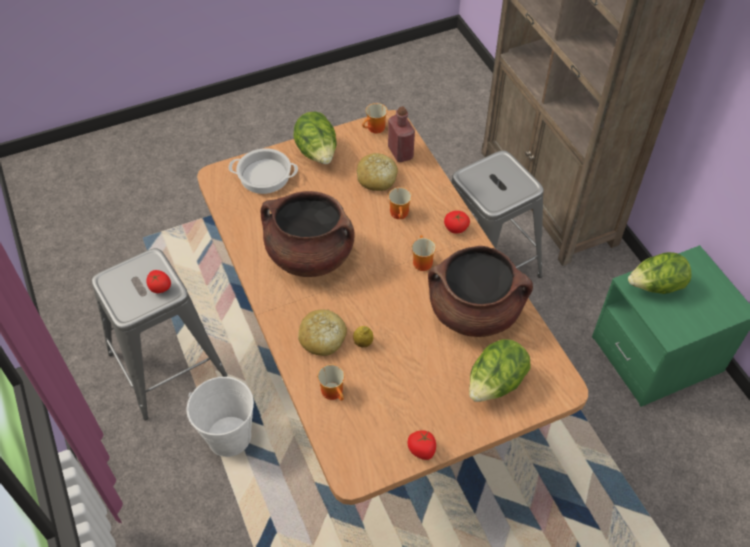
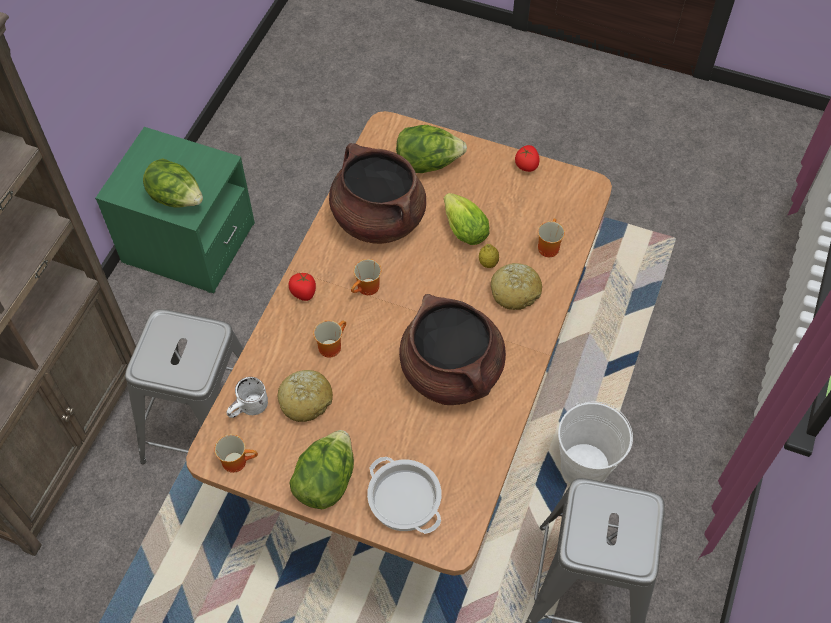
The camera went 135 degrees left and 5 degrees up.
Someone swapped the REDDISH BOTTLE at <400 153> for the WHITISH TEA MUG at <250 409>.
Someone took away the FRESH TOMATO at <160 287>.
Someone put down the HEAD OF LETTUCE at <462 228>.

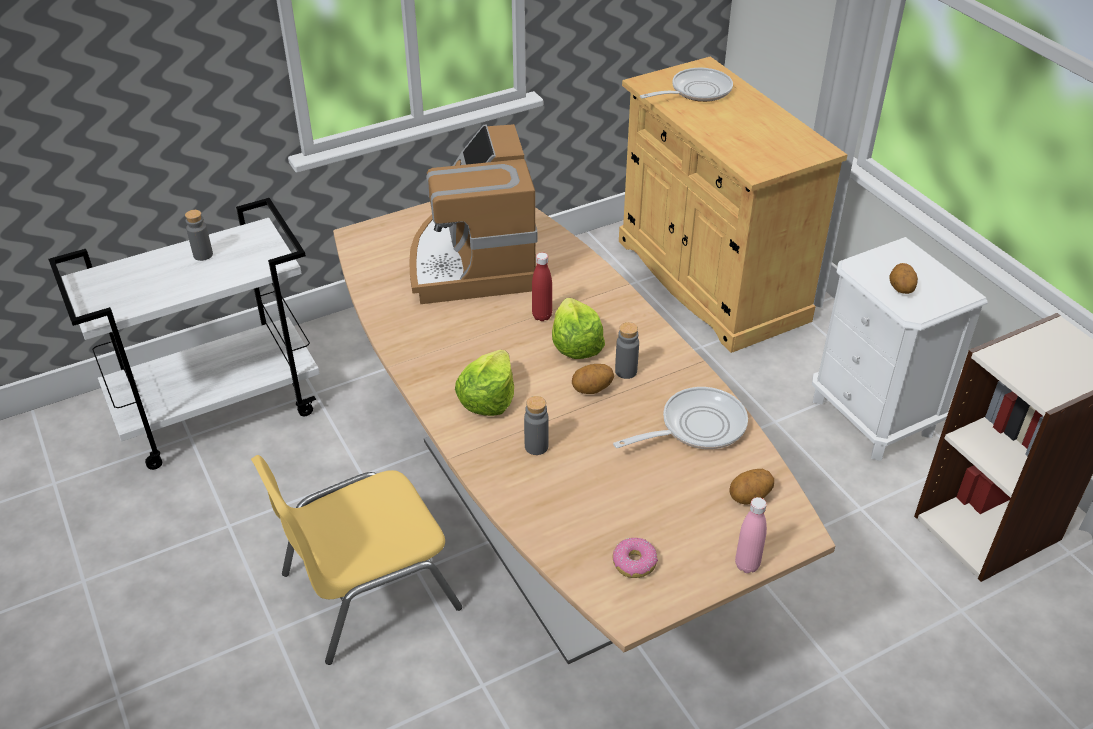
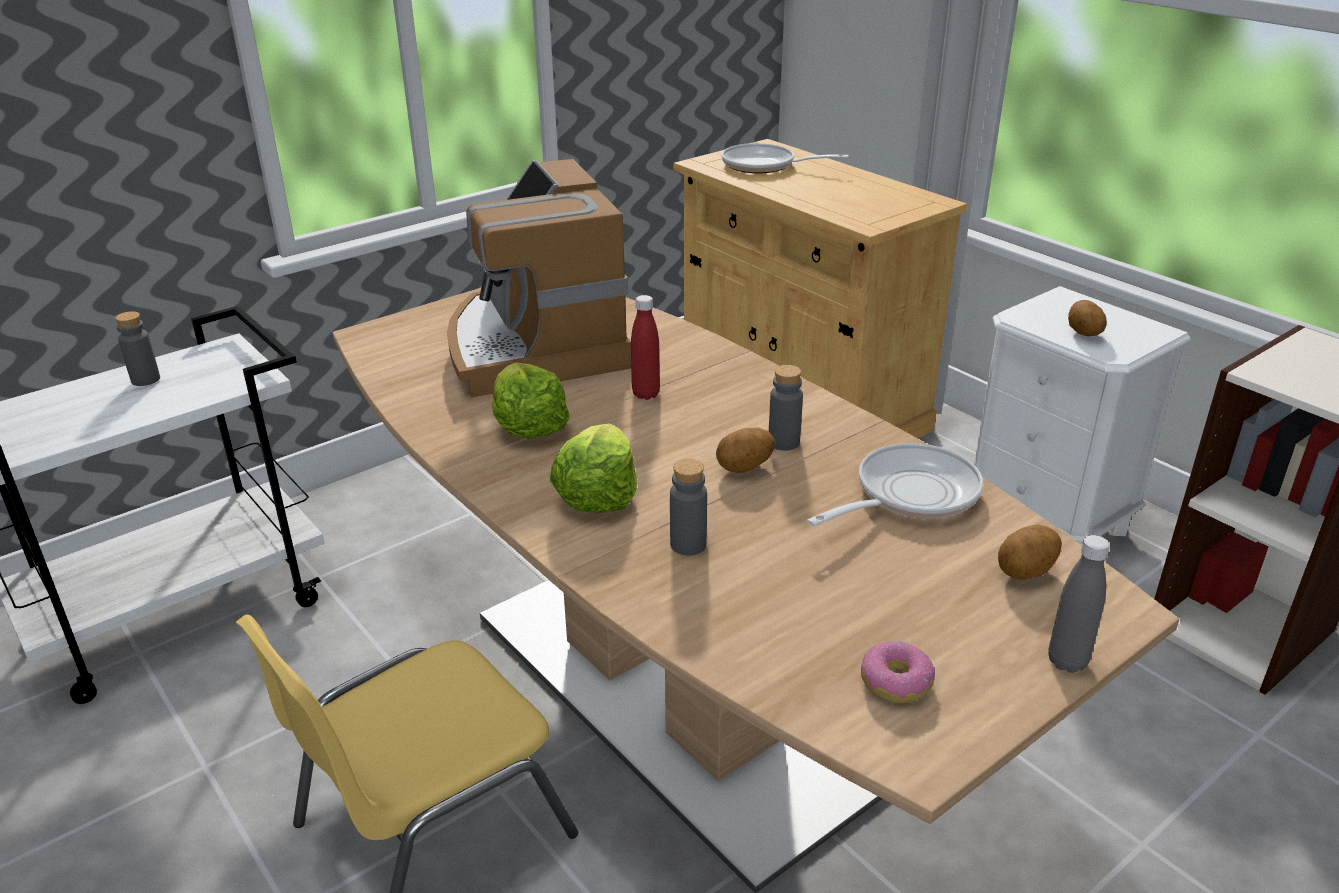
The camera went 10 degrees left and 10 degrees down.
Someone rotated the FRYING PAN at <696 91> by 120 degrees counterclockwise.
Someone carried the HEAD OF LETTUCE from <575 344> to <528 424>.
Someone repainted the PINK BOTTLE at <747 565>, which became the GREY BOTTLE at <1067 661>.

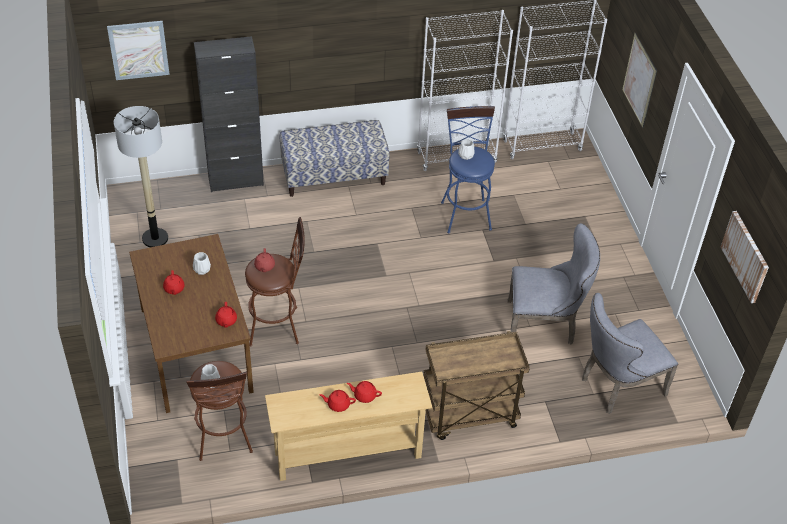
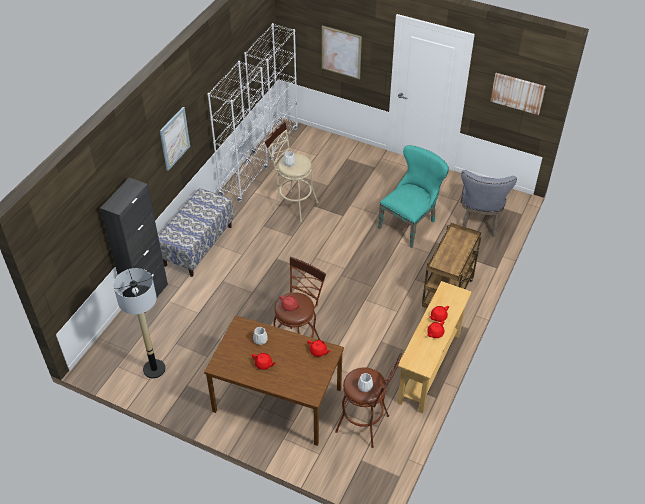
The camera went 50 degrees left and 0 degrees up.
Someone carried the WALL ART from <138 50> to <174 138>.
Someone repainted the BLUE STOOL at <465 212>, which became the SAND-COLOURED STOOL at <292 205>.
Someone repainted the GREY PLAIN CHAIR at <545 324>, which became the TURQUOISE PLAIN CHAIR at <410 223>.

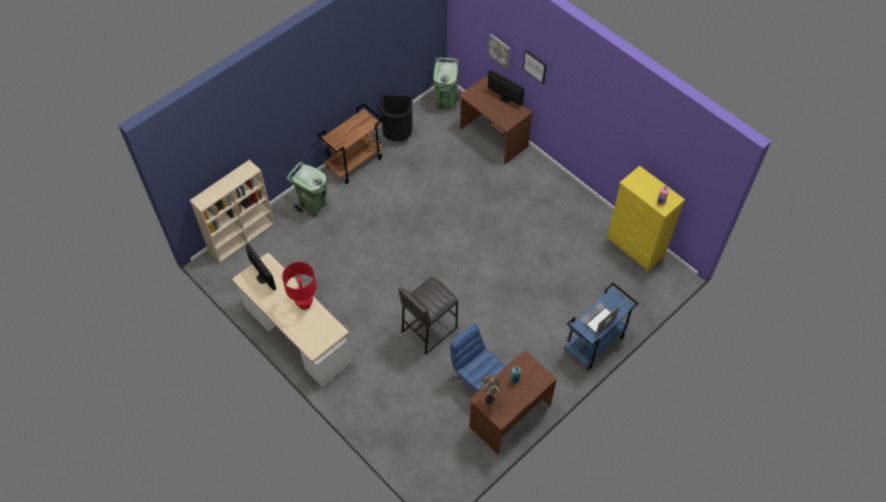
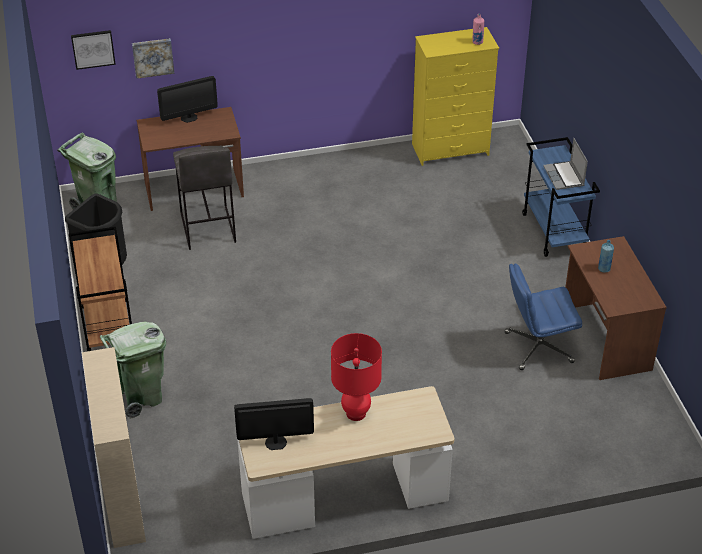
The camera went 60 degrees left and 15 degrees down.
Someone carried the WALL ART from <535 66> to <93 49>.
Someone carried the GREY STOOL from <428 330> to <207 228>.
Someone took away the TABLETOP LAMP at <490 399>.

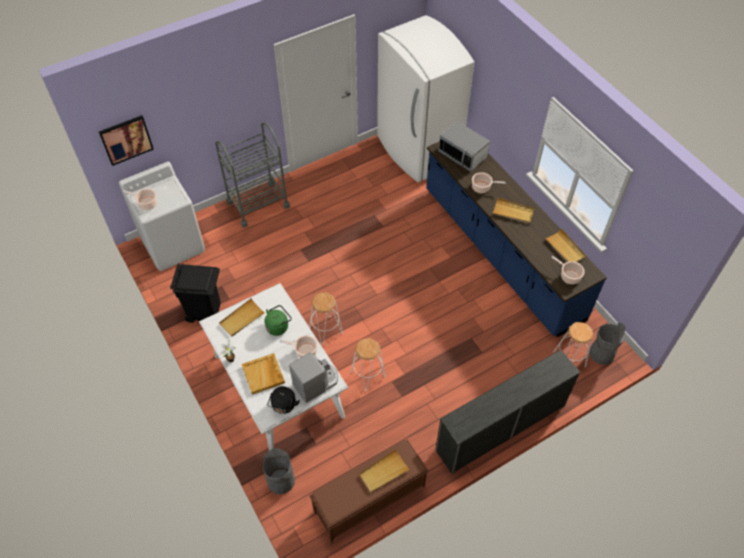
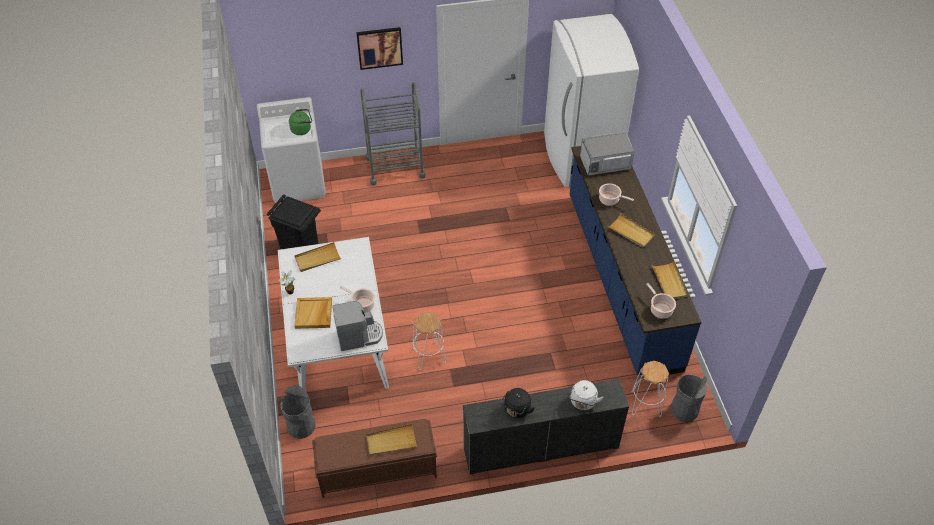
The camera went 20 degrees right and 5 degrees down.
Someone carried the WALL ART from <126 139> to <380 47>.
Someone rotated the KITCHEN MICROWAVE at <462 155> by 105 degrees clockwise.
Someone took away the COOKING POT at <146 203>.
Someone took away the WHITISH STOOL at <326 330>.
Someone carried the GREENISH TEA KETTLE from <278 326> to <302 129>.
Someone carried the BLACK-COLOURED TEA KETTLE from <283 406> to <516 410>.
Someone put down the WHITISH TEA KETTLE at <582 402>.

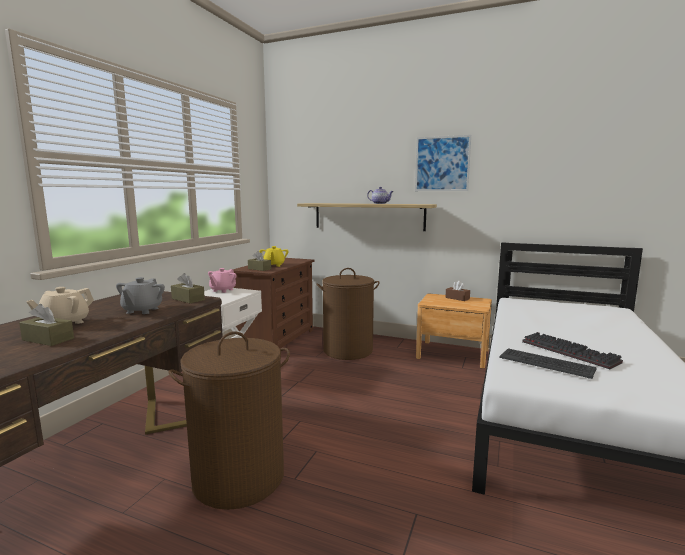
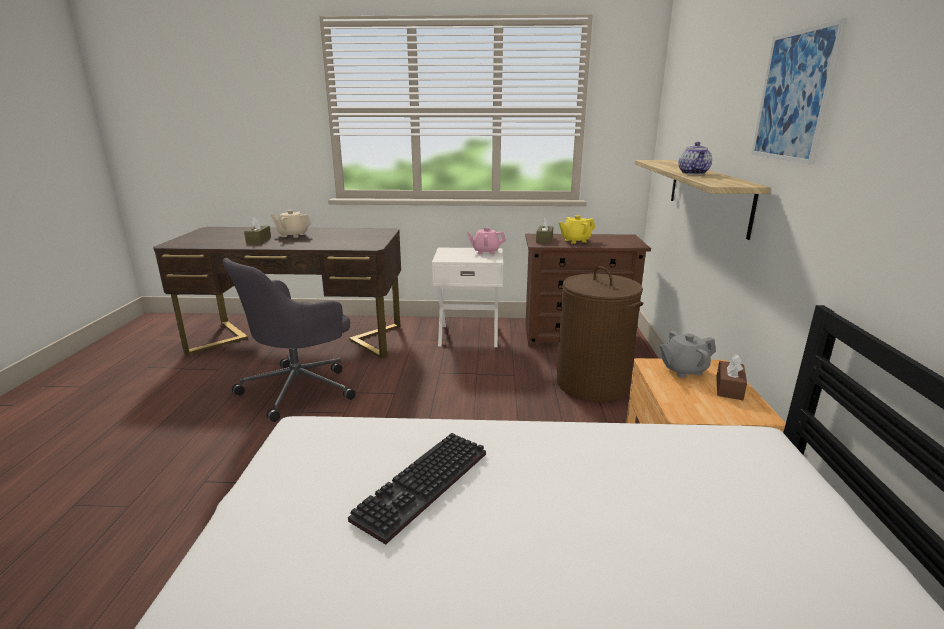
The camera went 70 degrees right and 10 degrees up.
Someone took away the BROWN TISSUE HOLDER at <188 299>.
Someone carried the GREY POT FOR TEA from <142 310> to <683 370>.
Someone swapped the BROWN WASHING BASKET at <238 478> for the GREY COMPUTER CHAIR at <300 388>.
Someone took away the KEYBOARD at <546 363>.

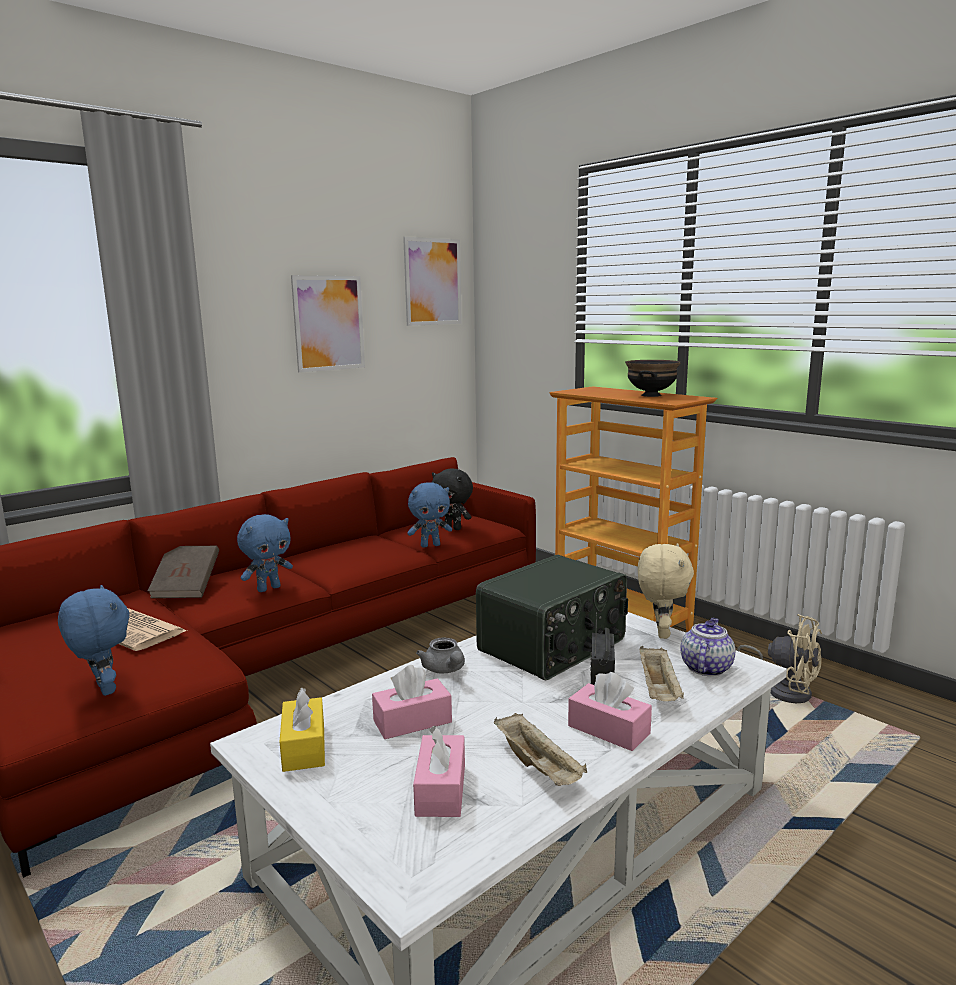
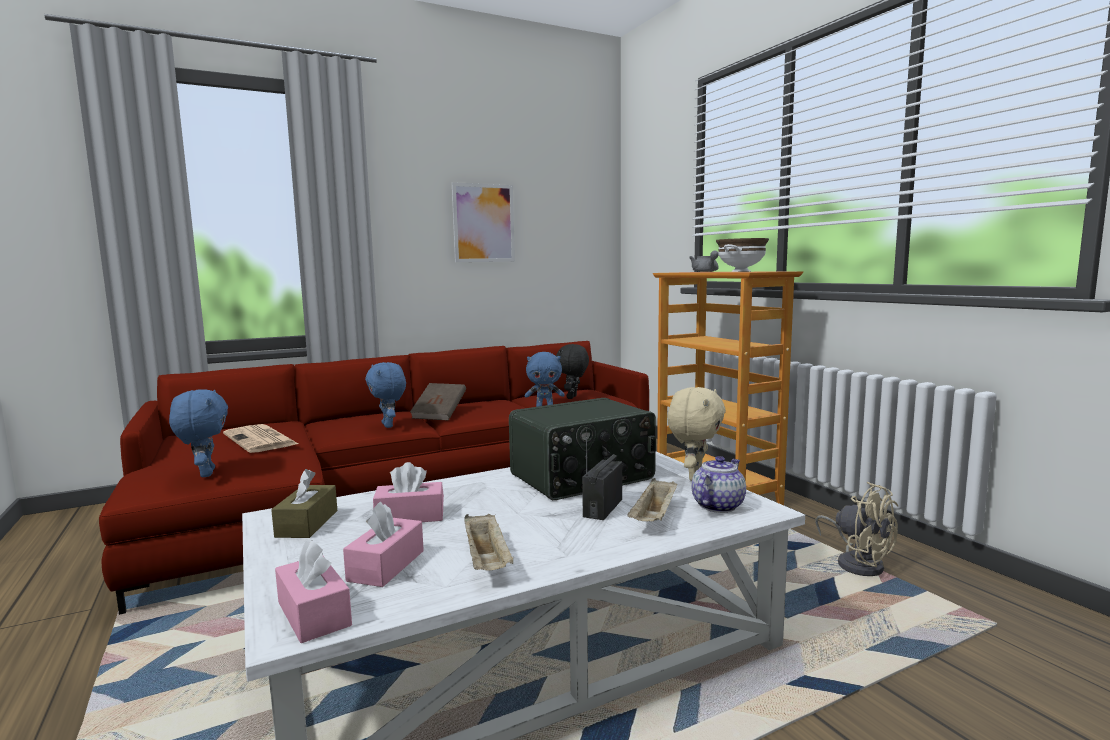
The camera went 15 degrees right and 5 degrees down.
Someone took away the WALL ART at <433 282>.
Someone repainted the BLACK-COLOURED DEEP DISH at <650 395>, which became the WHITISH DEEP DISH at <740 271>.
Someone rotated the BLACK-COLOURED SOFT TOY at <453 528> by 60 degrees clockwise.
Someone rotated the BLUE SOFT TOY at <268 588> by 90 degrees clockwise.
Someone carried the BROWN BOOK from <187 587> to <439 414>.
Someone carried the GREY POT FOR TEA from <445 670> to <706 271>.
Someone carried the PINK TISSUE HOLDER from <608 730> to <314 614>.
Someone repainted the YELLOW TISSUE HOLDER at <304 747>, which became the BROWN TISSUE HOLDER at <307 523>.

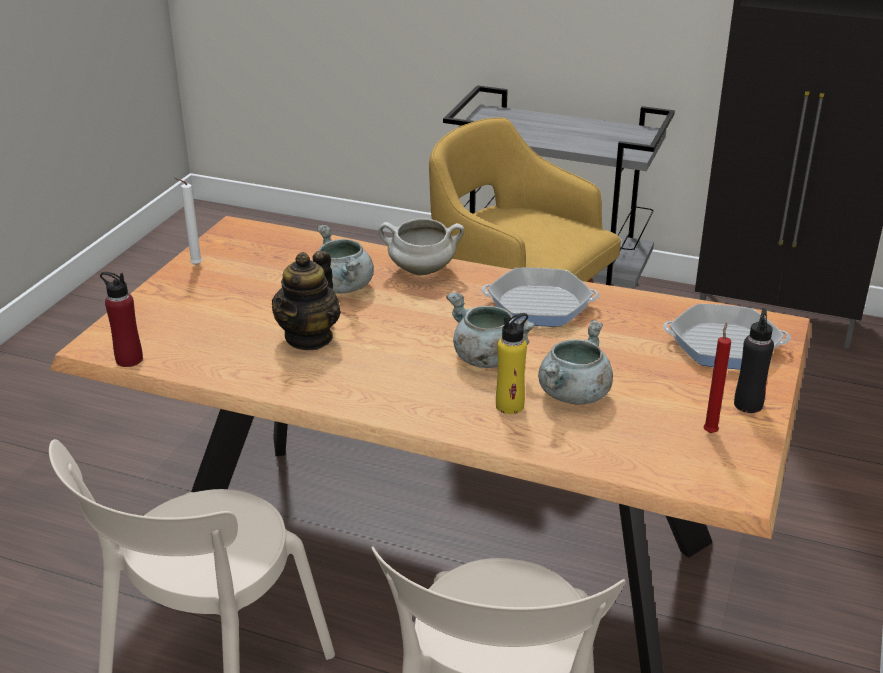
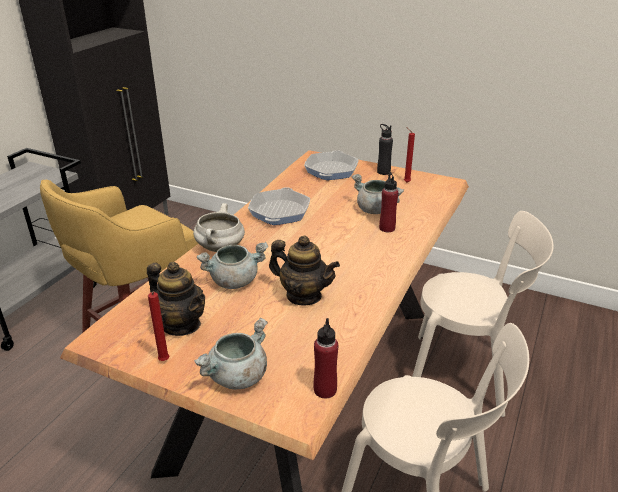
The camera went 85 degrees left and 0 degrees up.
Someone repainted the WHITISH CANDLE at <194 265>, which became the REDDISH CANDLE at <164 362>.
Someone carried the GREY COOKING POT from <486 358> to <237 377>.
Someone repainted the YELLOW BOTTLE at <510 406>, which became the REDDISH BOTTLE at <387 228>.
Someone put down the POT FOR TEA at <181 324>.

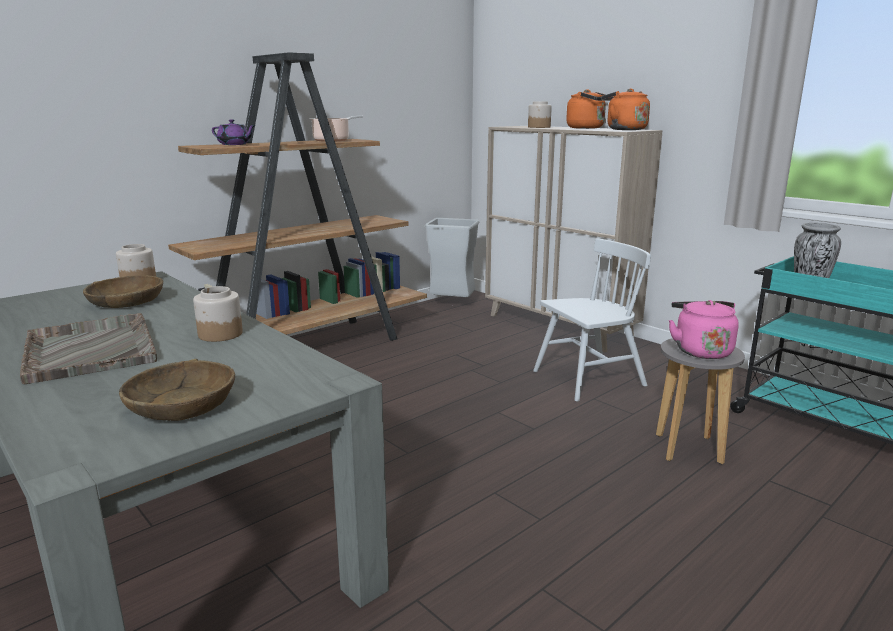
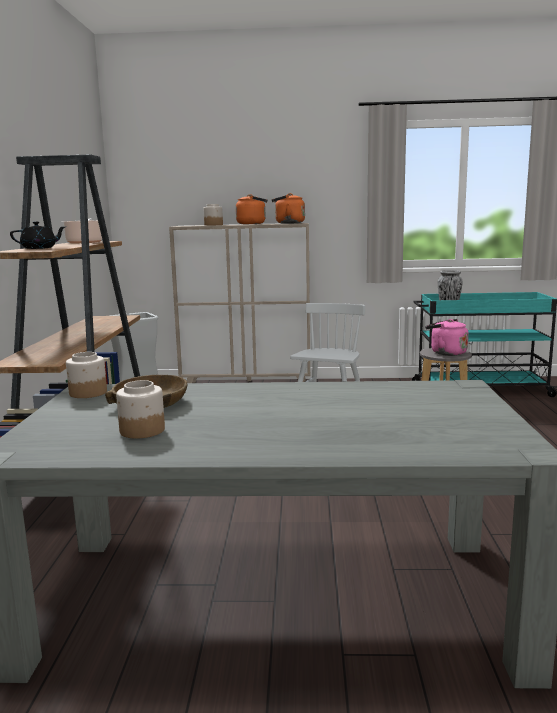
The camera went 45 degrees left and 5 degrees down.
Someone repainted the PURPLISH POT FOR TEA at <234 144>, which became the BLACK-COLOURED POT FOR TEA at <40 248>.
Someone carried the JAR from <220 334> to <141 430>.
Someone took away the GREY CARRYING TRAY at <90 349>.
Someone took away the BROWN DEEP DISH at <181 405>.

